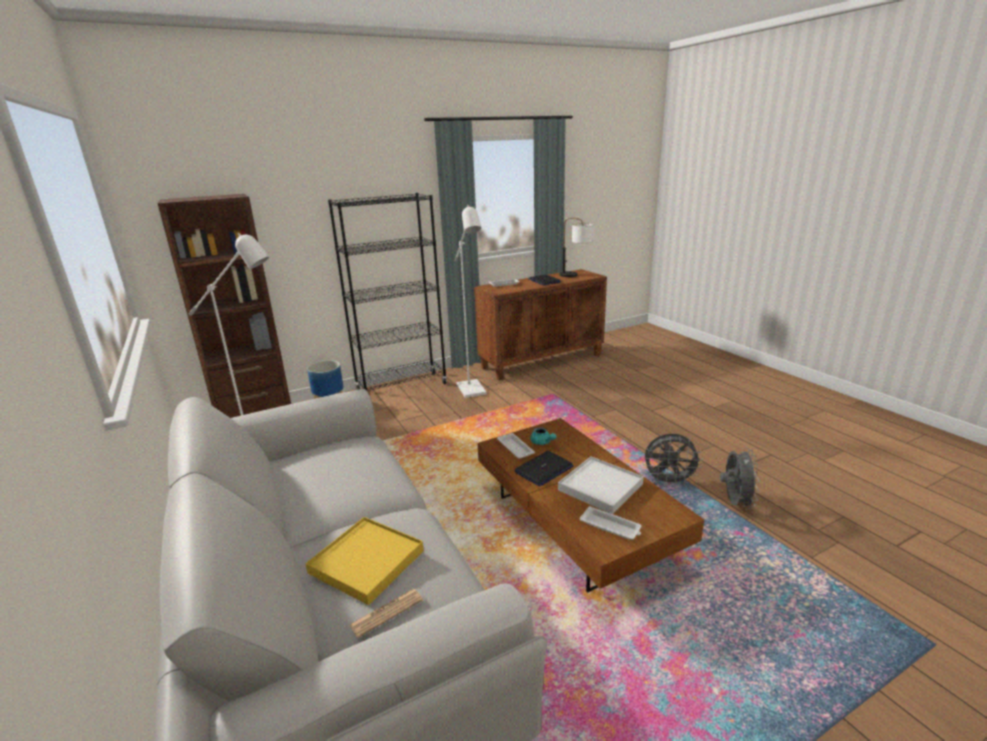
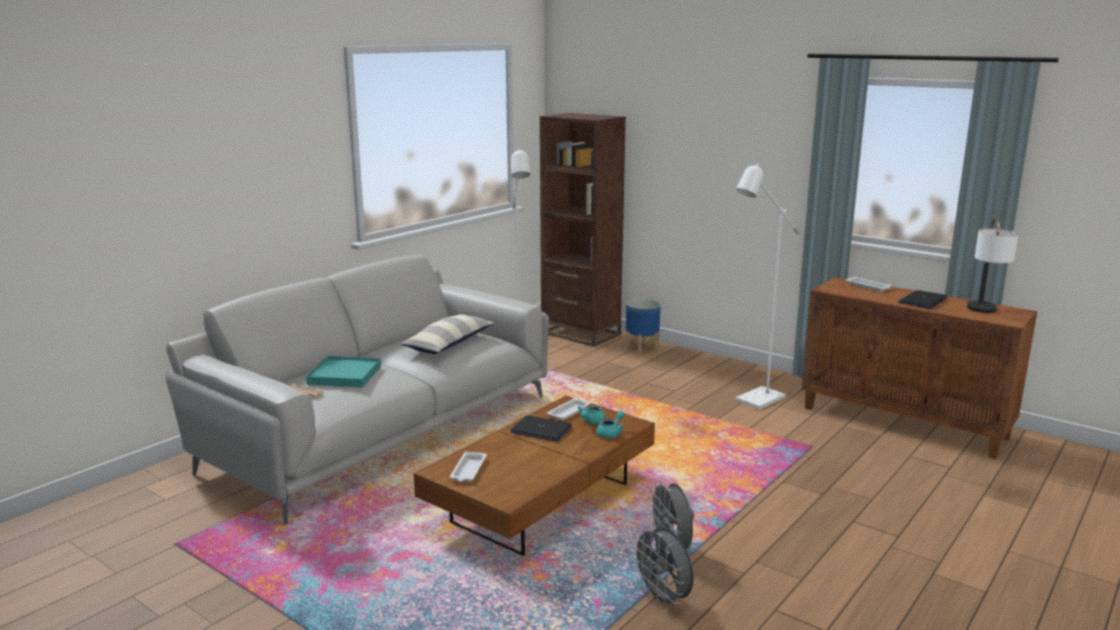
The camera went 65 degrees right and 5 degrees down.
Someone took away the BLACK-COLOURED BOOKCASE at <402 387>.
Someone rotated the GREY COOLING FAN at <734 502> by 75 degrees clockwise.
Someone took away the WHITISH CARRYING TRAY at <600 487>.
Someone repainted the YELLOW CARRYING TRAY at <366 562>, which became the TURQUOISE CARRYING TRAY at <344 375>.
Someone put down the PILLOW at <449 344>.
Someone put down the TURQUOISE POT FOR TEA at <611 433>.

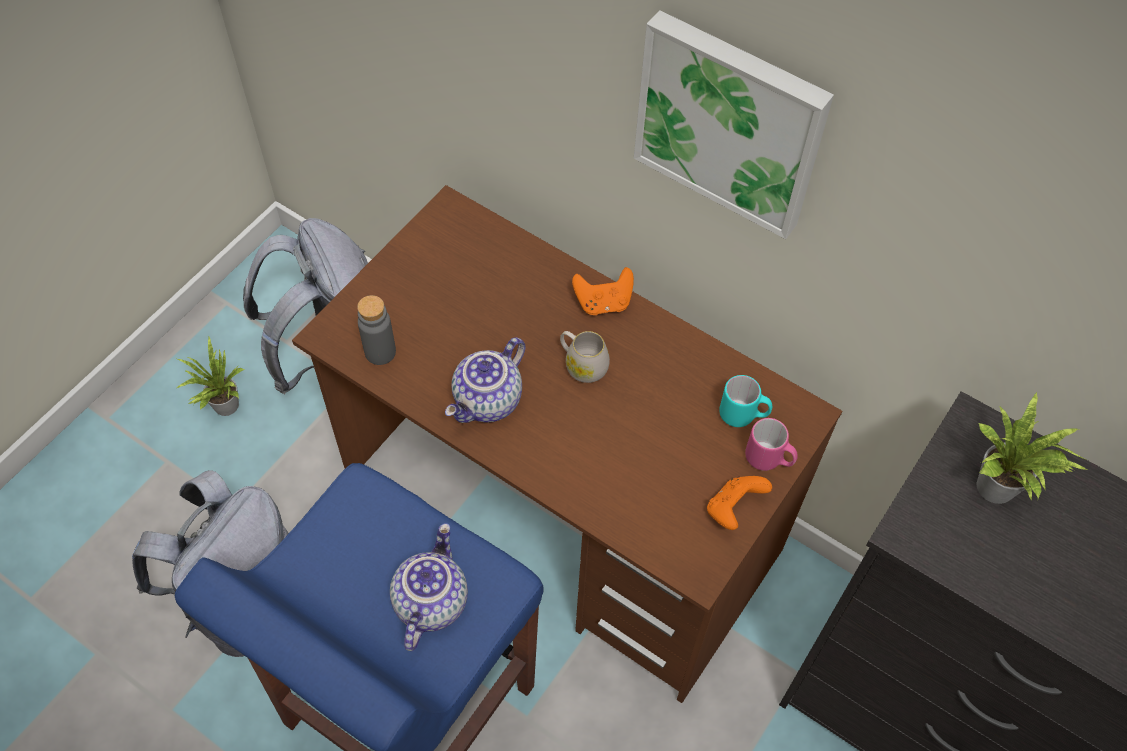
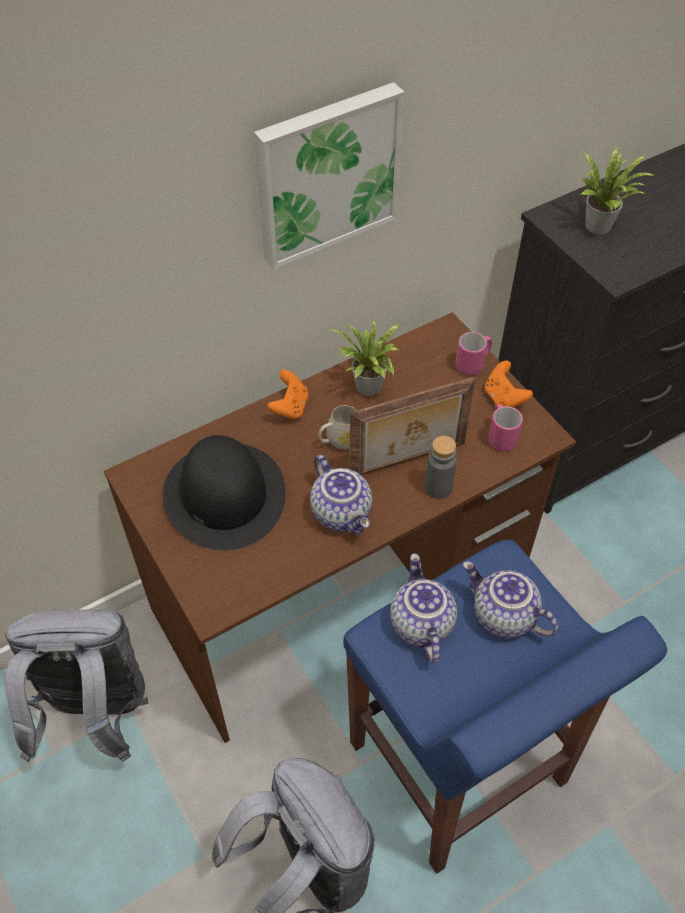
The camera went 65 degrees left and 5 degrees down.
Someone carried the GREY BOTTLE from <380 352> to <438 487>.
Someone carried the PLANT IN A POT from <222 406> to <368 389>.
Someone took away the TURQUOISE TEA MUG at <743 415>.
Someone put down the PHOTO FRAME at <408 461>.
Someone put down the PINK TEA MUG at <500 436>.
Someone put down the BLACK-COLOURED HAT at <224 494>.
Someone put down the POT FOR TEA at <419 624>.

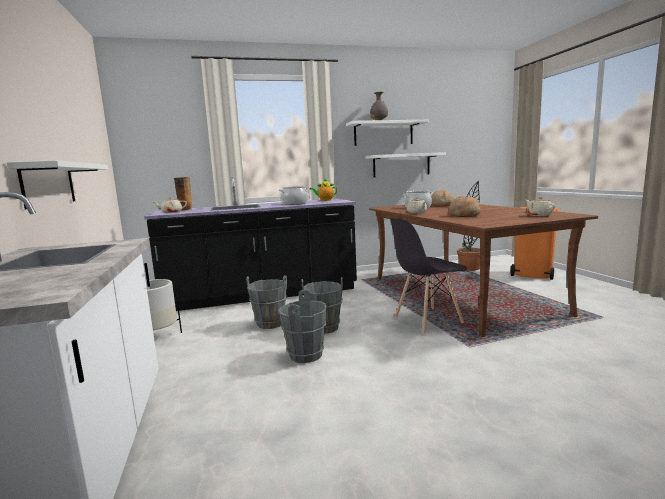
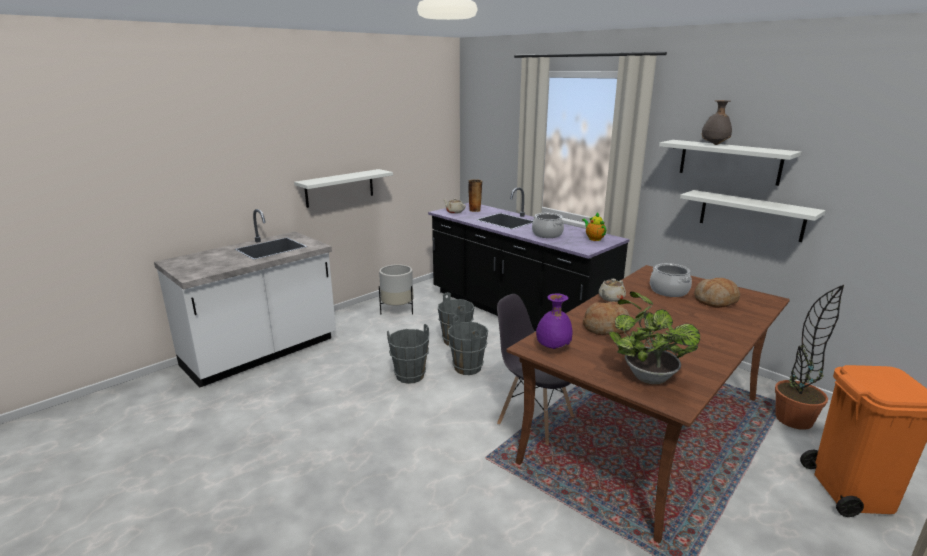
The camera went 60 degrees right and 10 degrees up.
Someone swapped the SAND-COLOURED POT FOR TEA at <539 215> for the PLANT IN A POT at <646 375>.
Someone put down the PURPLISH VASE at <552 348>.

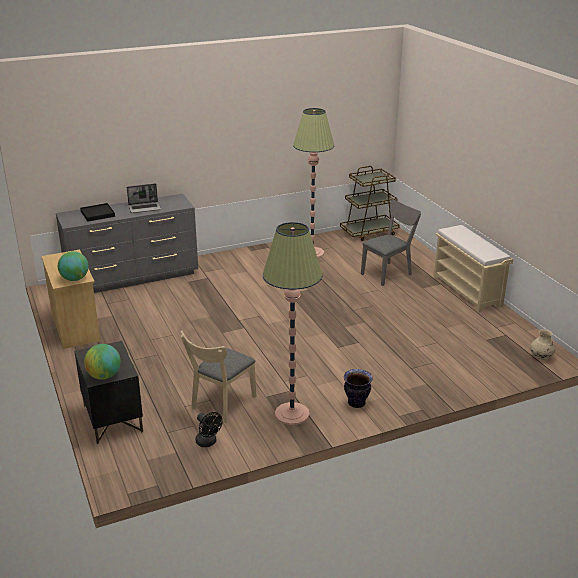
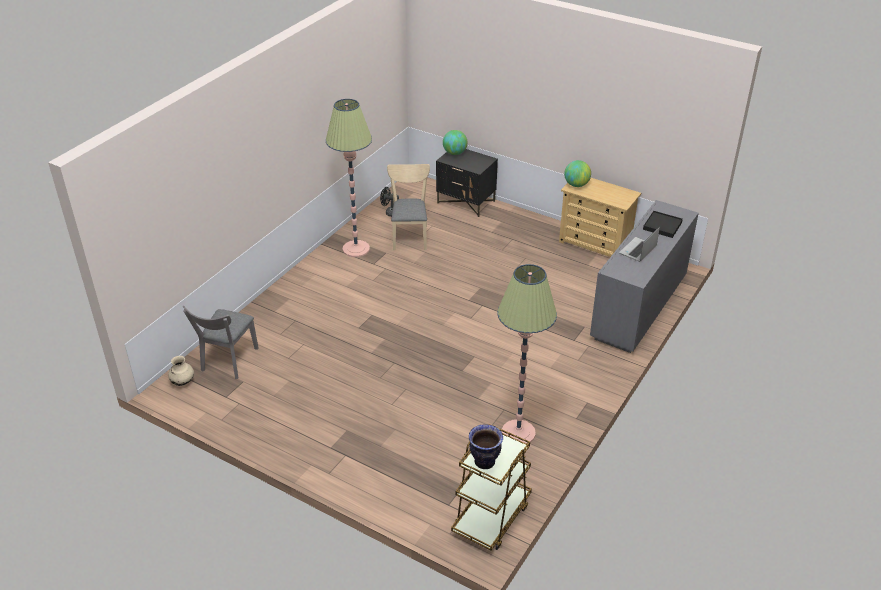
The camera went 145 degrees right and 10 degrees up.
Someone carried the GREY PLAIN CHAIR from <389 273> to <228 362>.
Someone took away the SAND-COLOURED BENCH at <468 291>.
Someone carried the VASE from <357 403> to <484 462>.

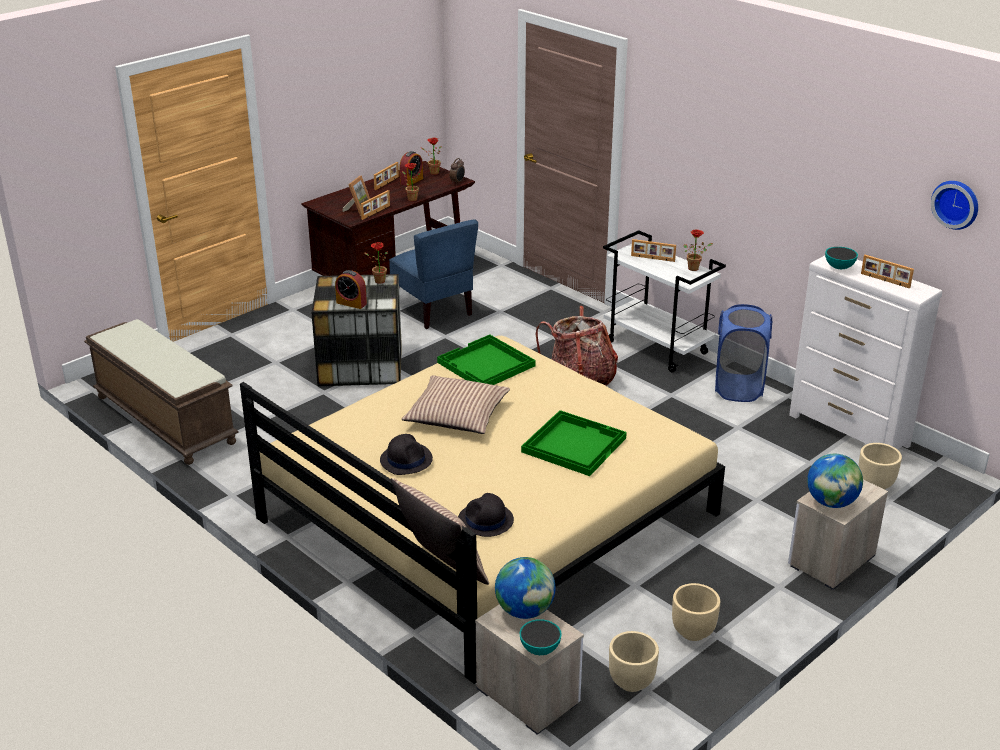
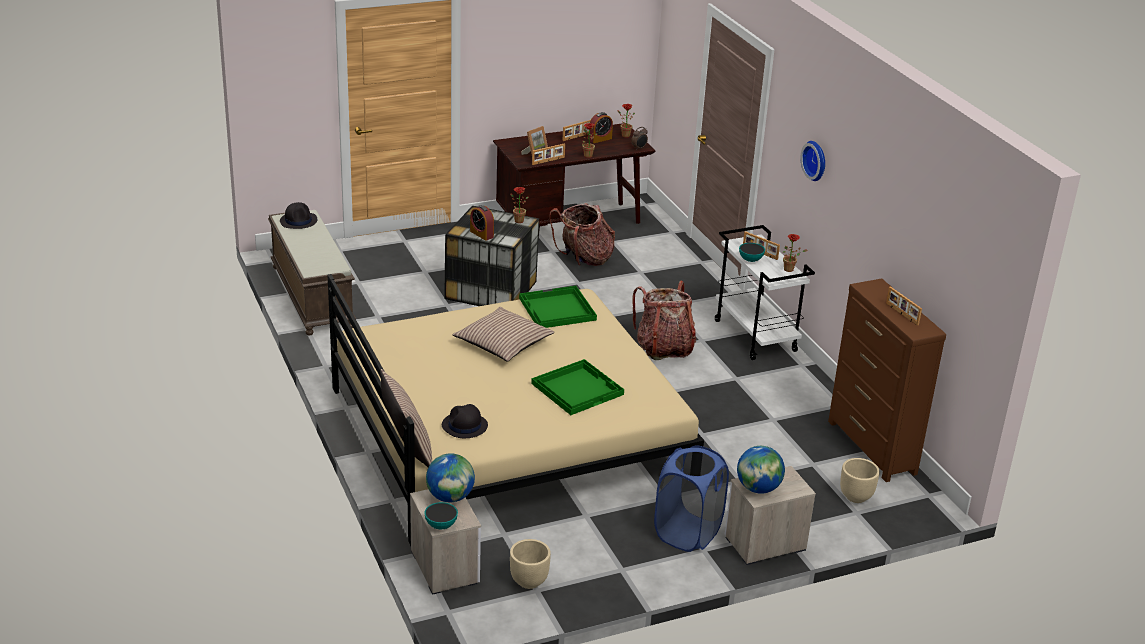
The camera went 20 degrees right and 0 degrees up.
Someone carried the WALL CLOCK from <956 203> to <816 160>.
Someone swapped the BLUE PLAIN CHAIR at <434 310> for the BACKPACK at <584 259>.
Someone carried the DEEP DISH from <839 267> to <750 260>.
Someone repainted the WHITISH DRAWER CHEST at <849 431>, which became the BROWN DRAWER CHEST at <872 448>.
Someone carried the BLUE WASHING BASKET from <738 388> to <687 533>.
Someone carried the BLACK-COLOURED HAT from <406 459> to <298 221>.
Someone took away the SAND-COLOURED PLANT POT at <693 633>.

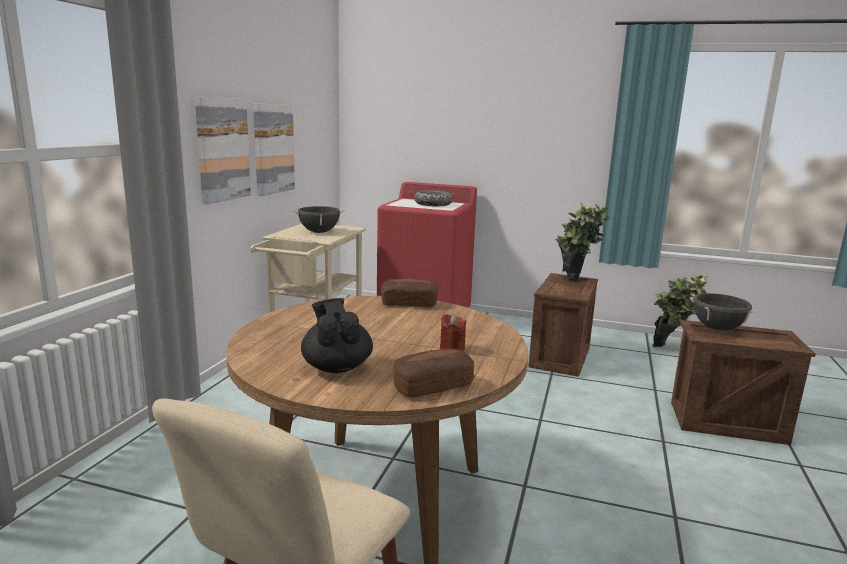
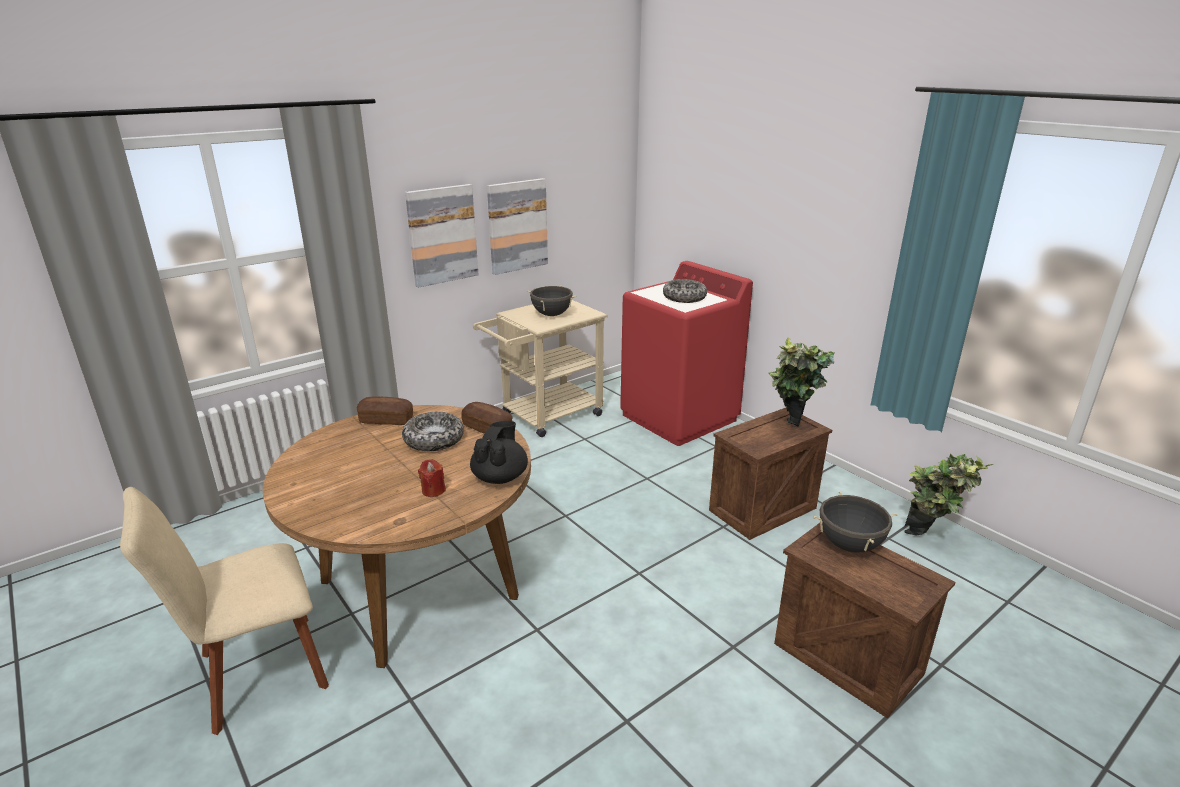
The camera went 35 degrees right and 10 degrees up.
Someone carried the BLACK-COLOURED POT FOR TEA from <336 367> to <500 477>.
Someone carried the BAKERY BREAD from <433 386> to <386 420>.
Someone put down the DEEP DISH at <434 440>.

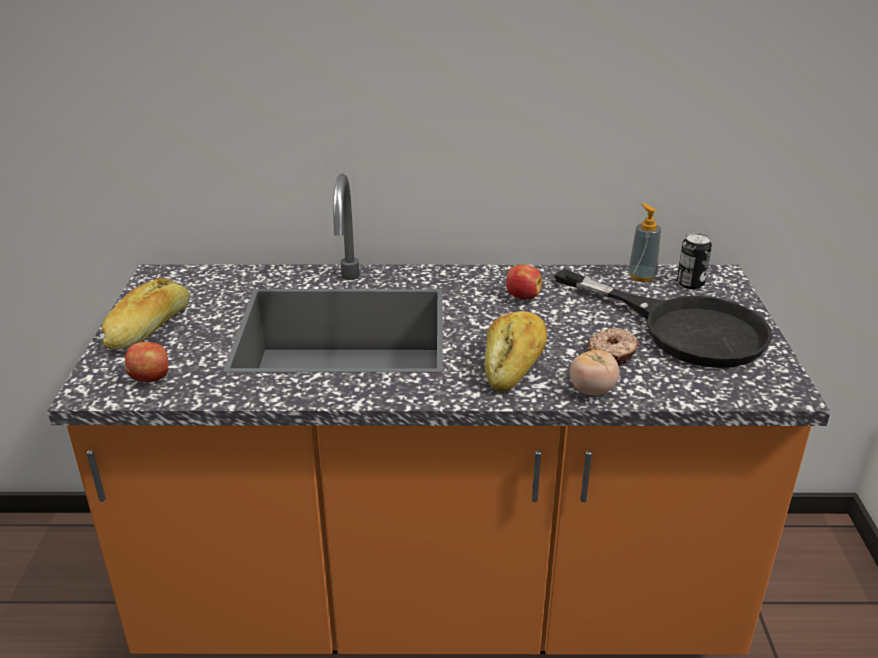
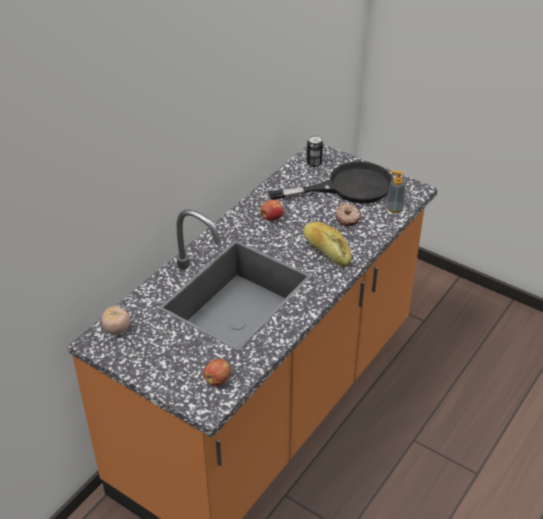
The camera went 55 degrees left and 10 degrees up.
Someone carried the LIQUID SOAP BOTTLE from <641 276> to <394 209>.
Someone took away the BAKERY BREAD at <149 329>.
Someone carried the FRESH TOMATO from <592 390> to <117 329>.

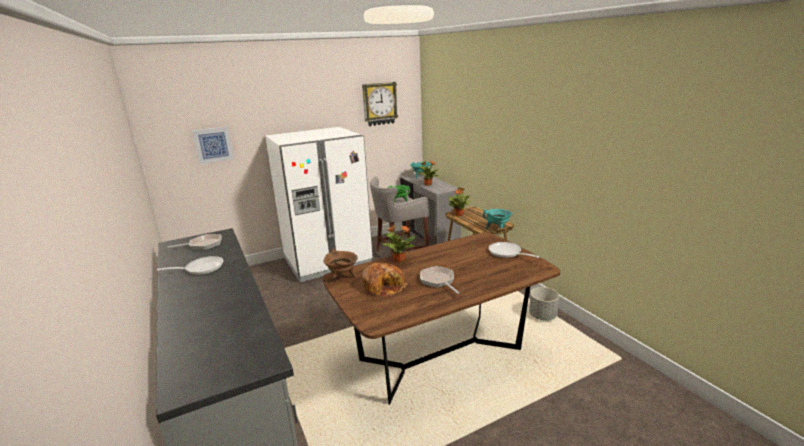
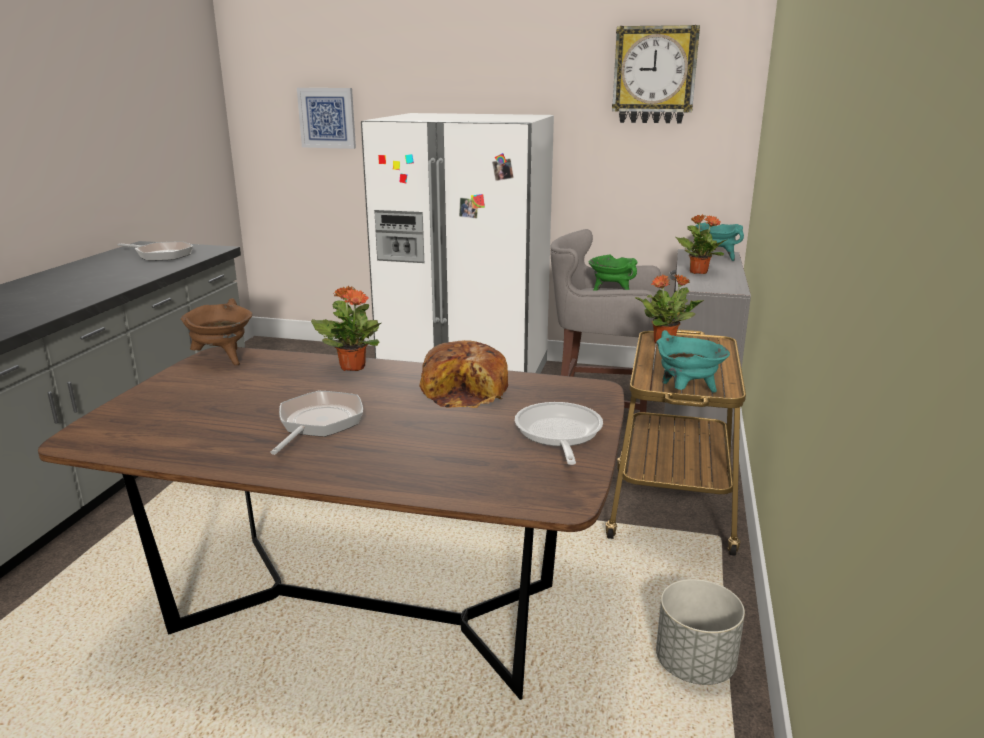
The camera went 40 degrees right and 0 degrees up.
Someone took away the FRYING PAN at <201 268>.
Someone carried the BAKERY BREAD from <384 286> to <467 391>.

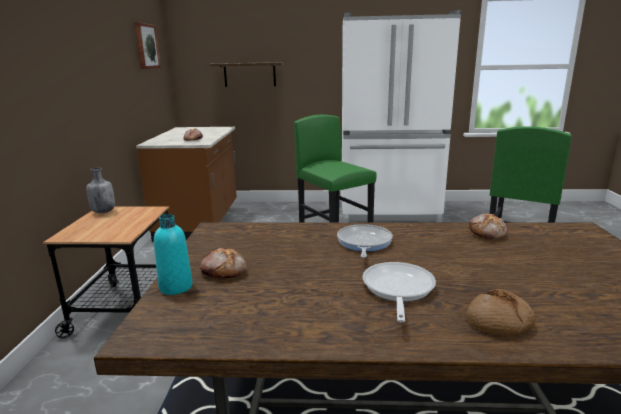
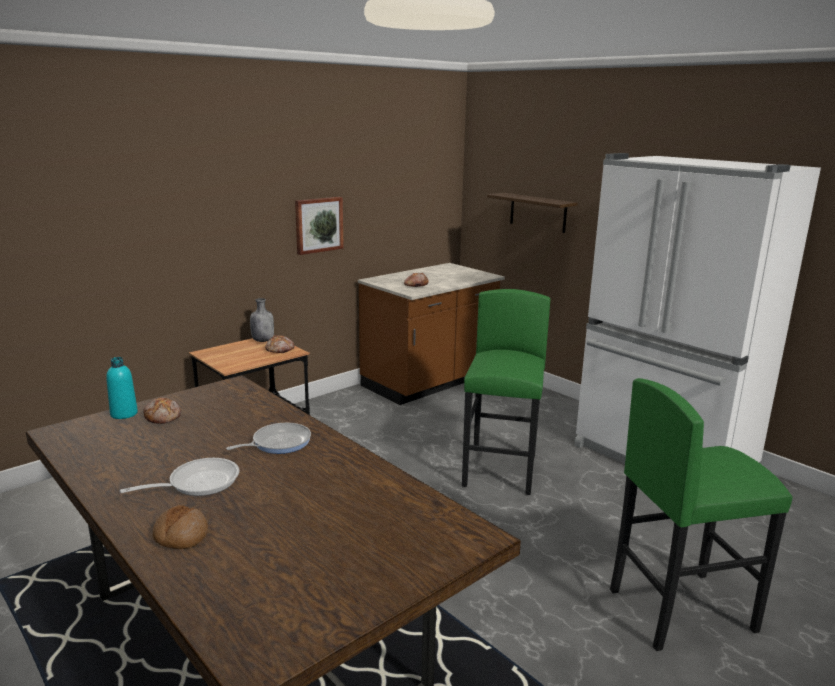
The camera went 45 degrees right and 0 degrees up.
Someone carried the WALL ART from <146 46> to <318 225>.
Someone carried the BAKERY BREAD from <487 233> to <280 349>.

